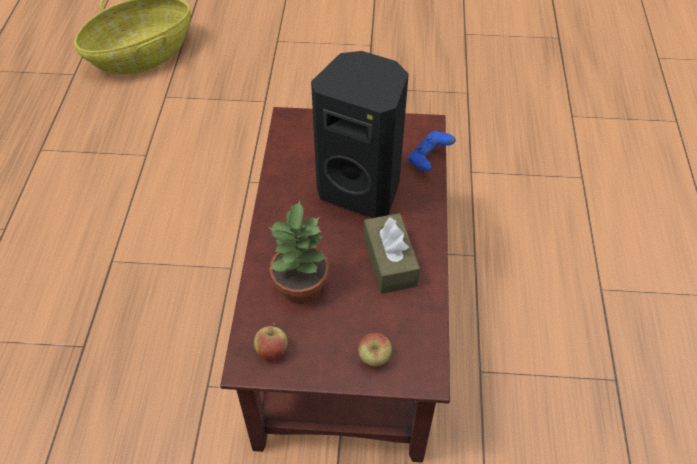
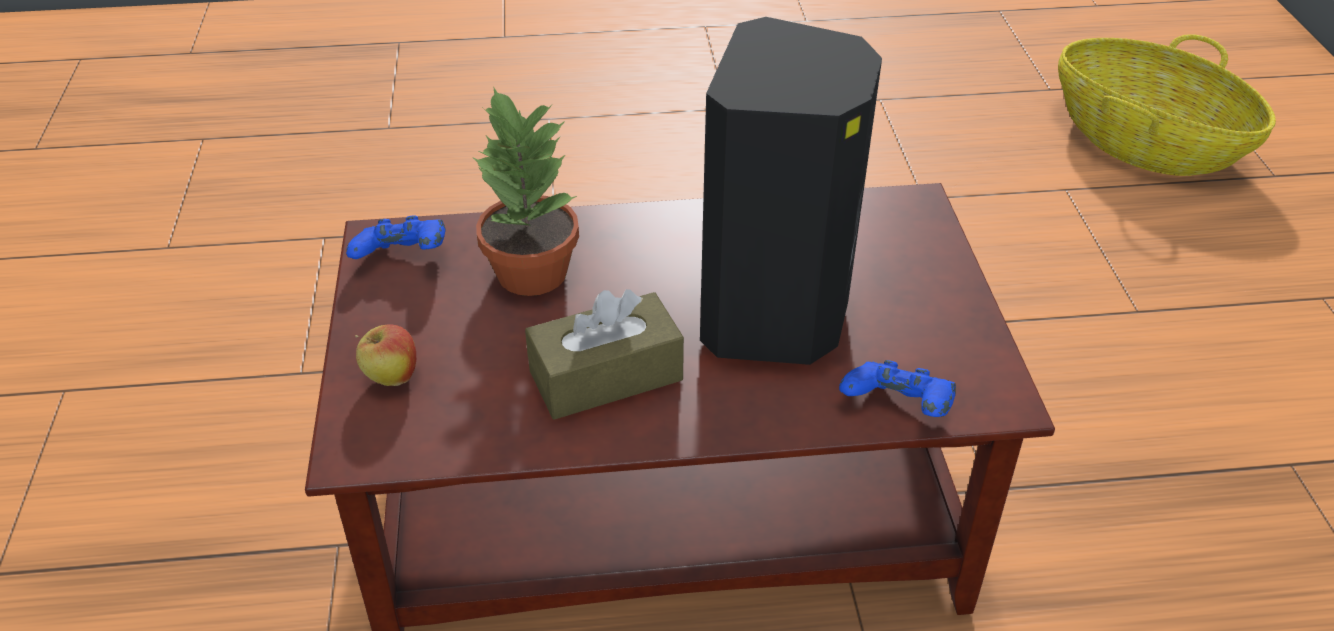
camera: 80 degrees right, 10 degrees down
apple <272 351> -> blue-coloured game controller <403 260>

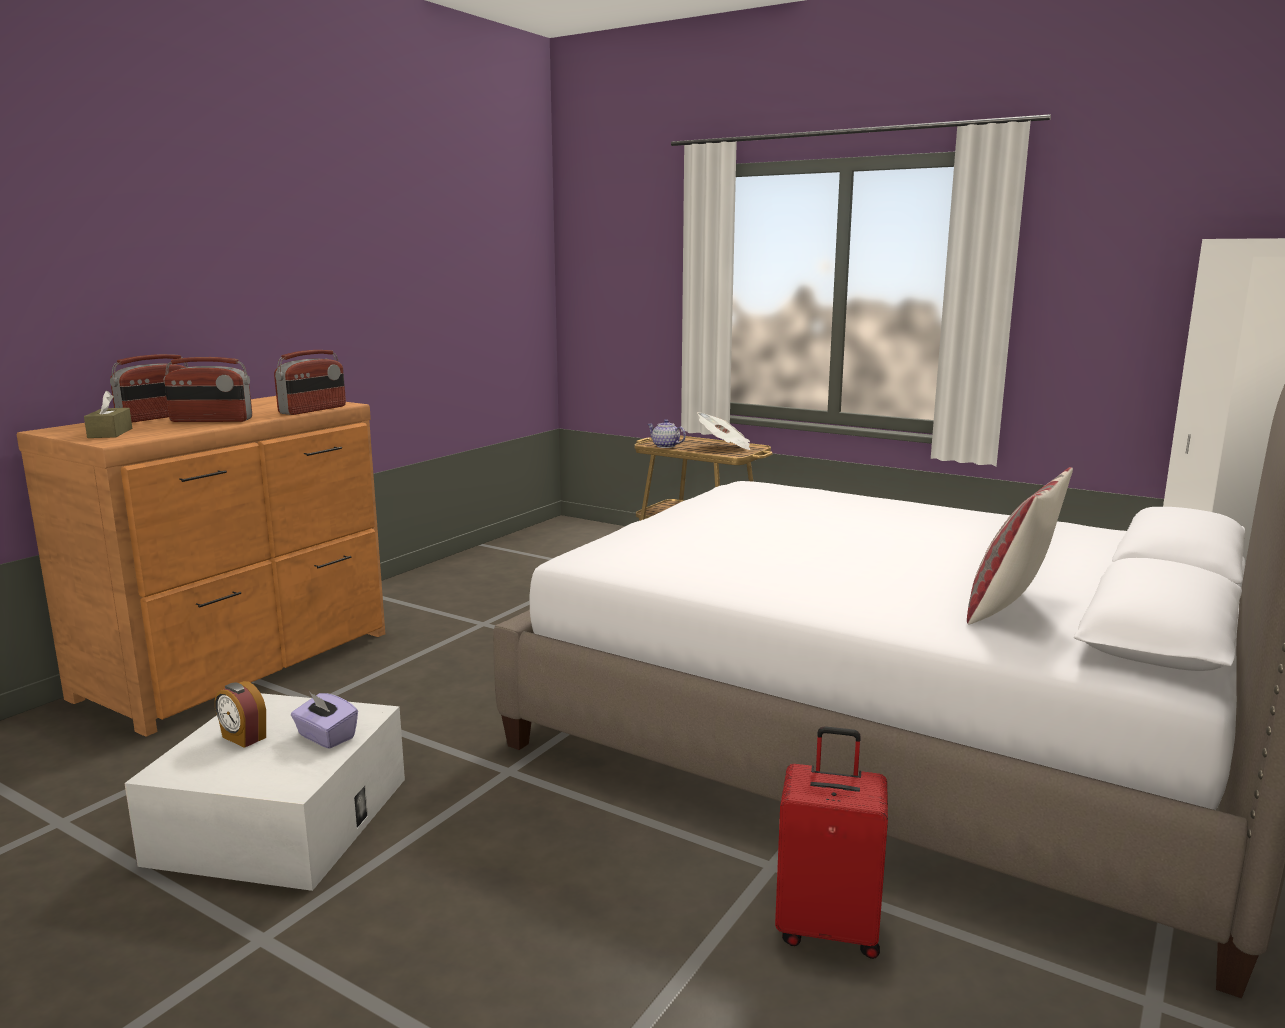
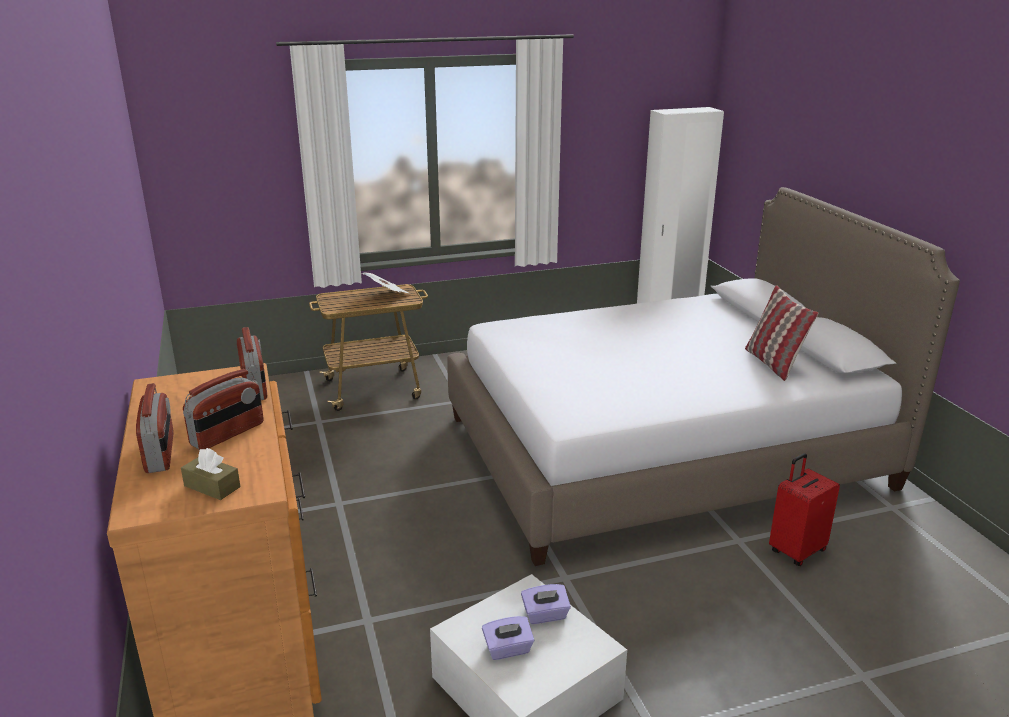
camera: 50 degrees left, 10 degrees up
tea pot <666 446> -> none
bedside clock <243 738> -> purplish tissue holder <508 649>

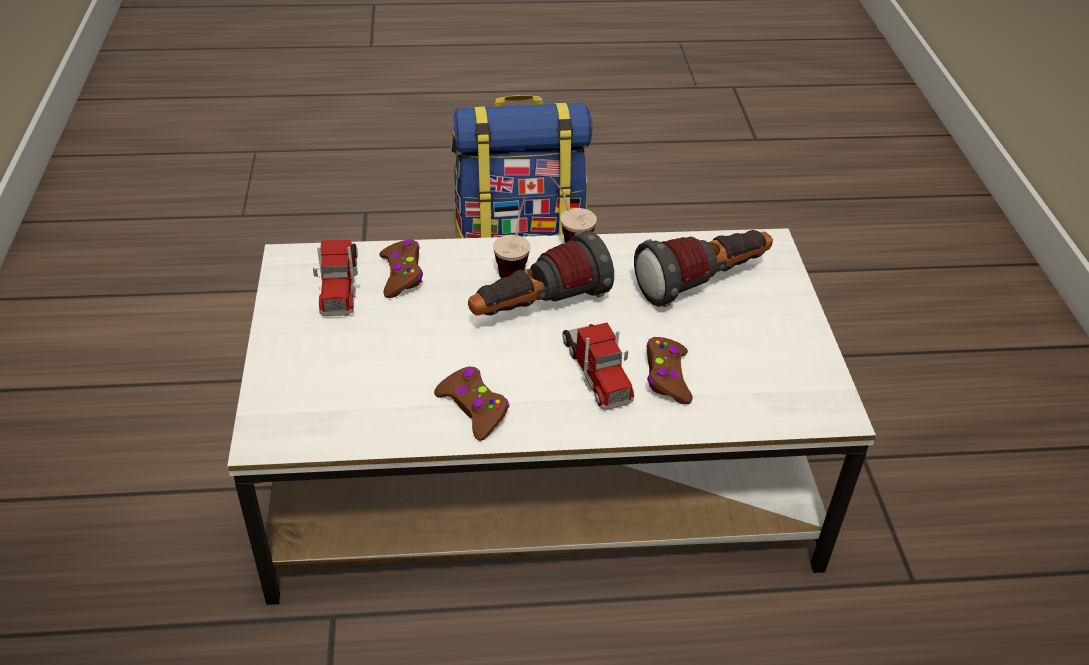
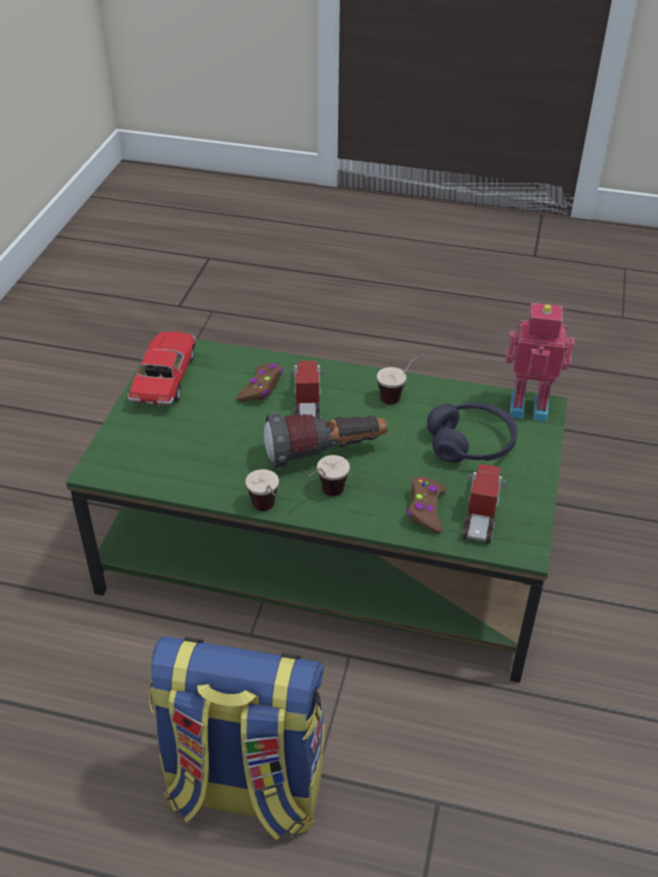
camera: 160 degrees left, 0 degrees up
white lounge table <543 470> -> green-coloured lounge table <324 549>
flashlight <703 284> -> none
brown-coloured game controller <473 409> -> small cup <401 396>
none -> model robot <529 406>
none -> model car <165 377>
none -> purplish pair of headphones <471 444>

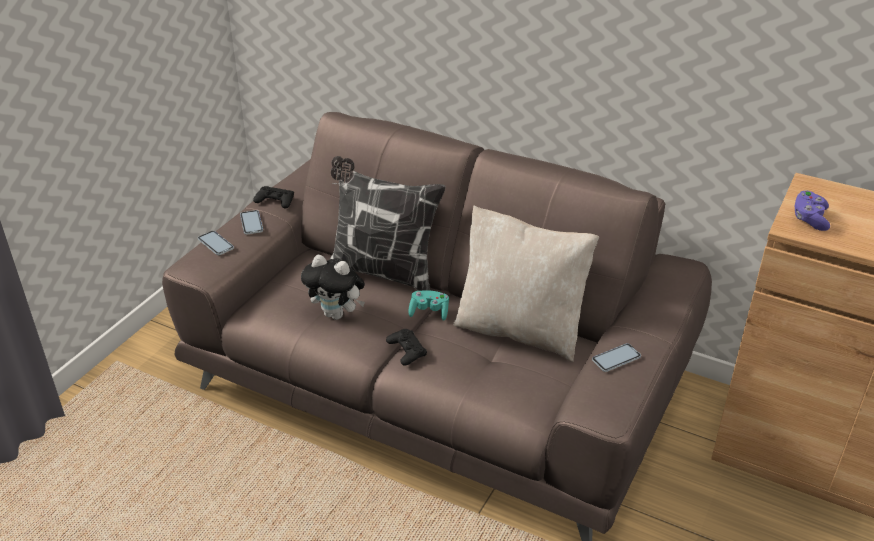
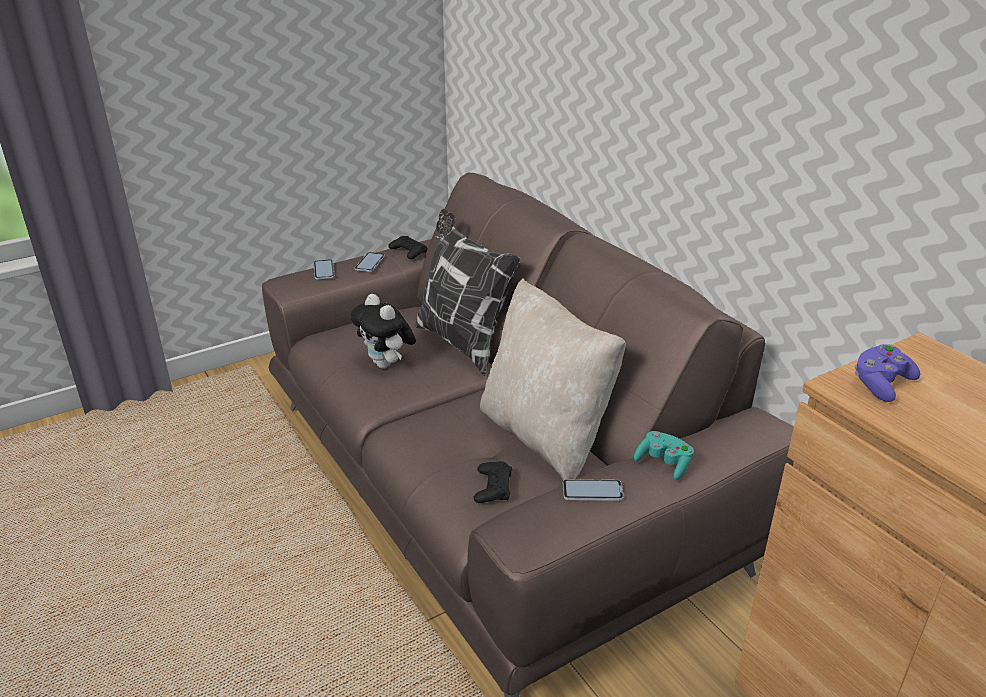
camera: 30 degrees right, 5 degrees down
blue-green game controller <429 312> -> blue-green game controller <664 464>, shifted
blackish game controller <406 350> -> blackish game controller <493 487>, shifted

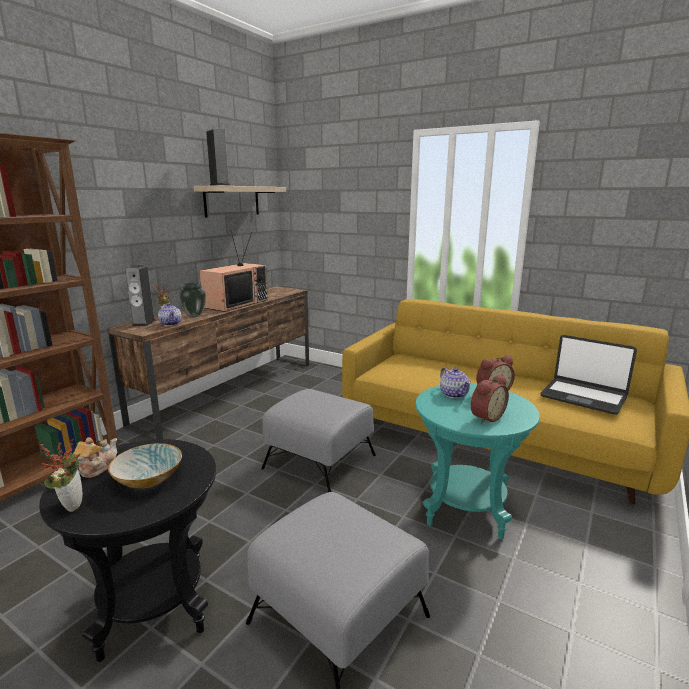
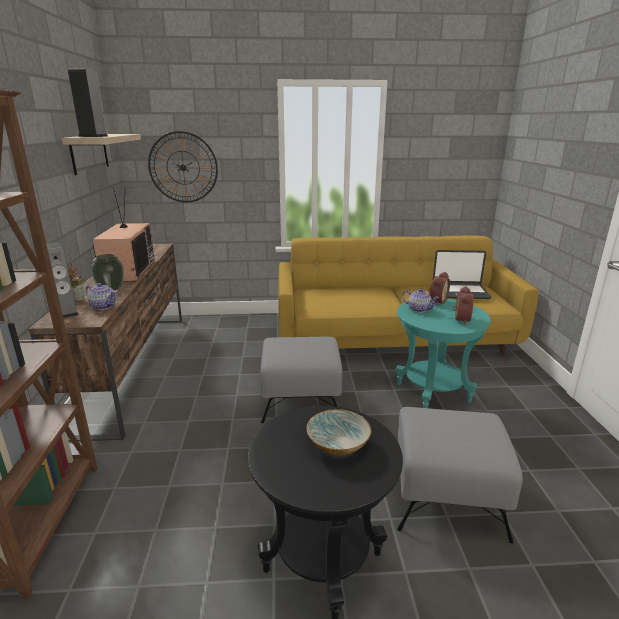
camera: 35 degrees left, 5 degrees up
tea pot <97 468> -> none
houseplant <70 504> -> none
none -> hanging clock <183 167>

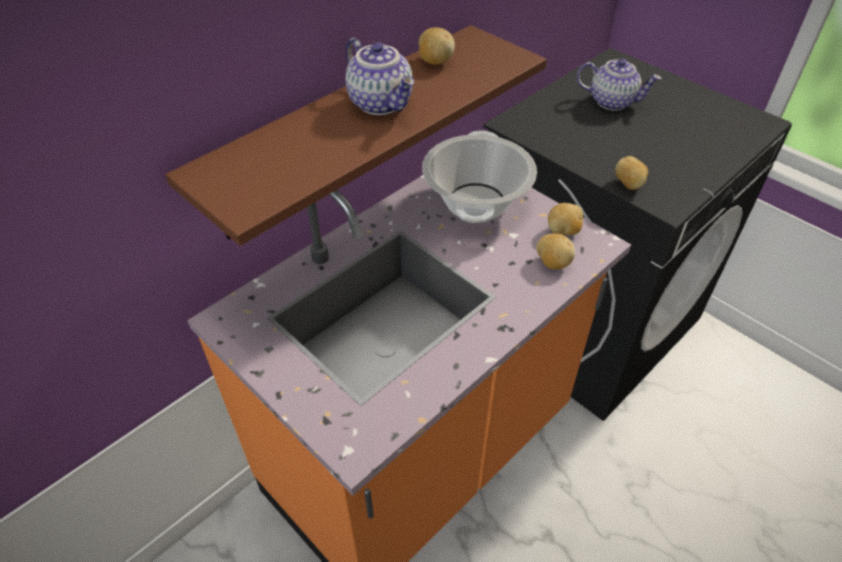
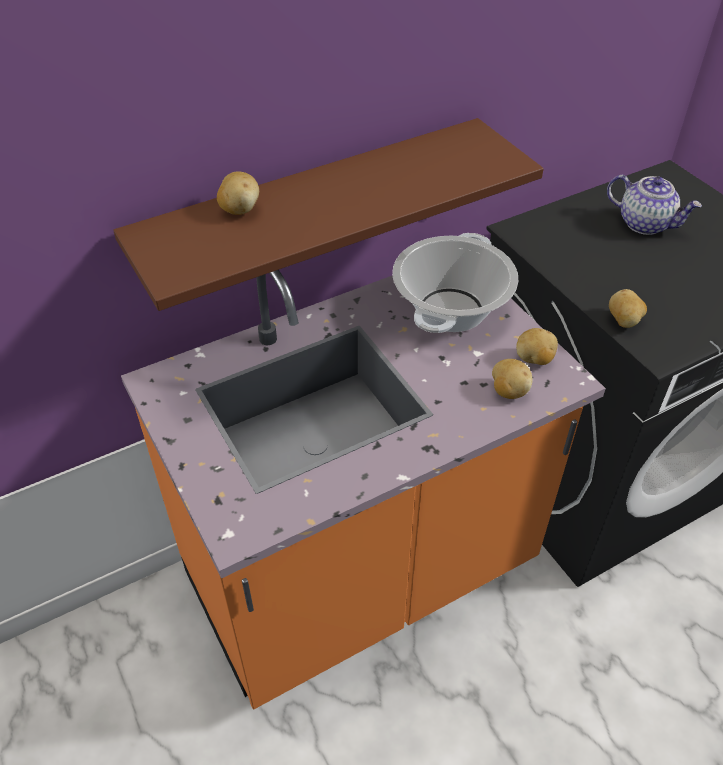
camera: 15 degrees right, 0 degrees up
potato <435 61> -> potato <239 209>, shifted
tea pot <382 103> -> none

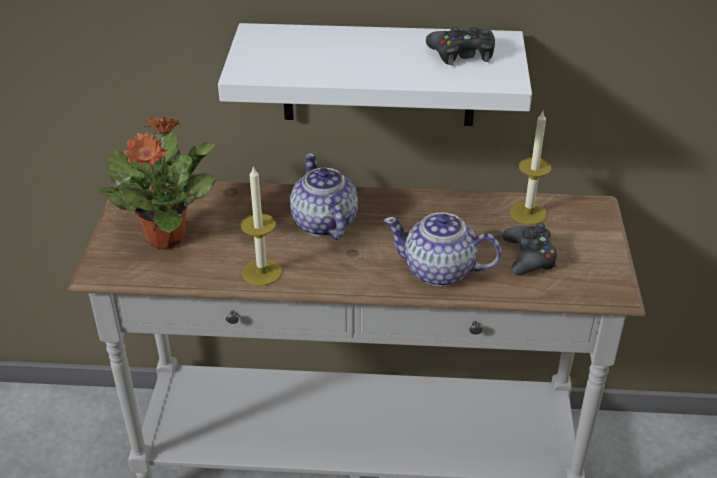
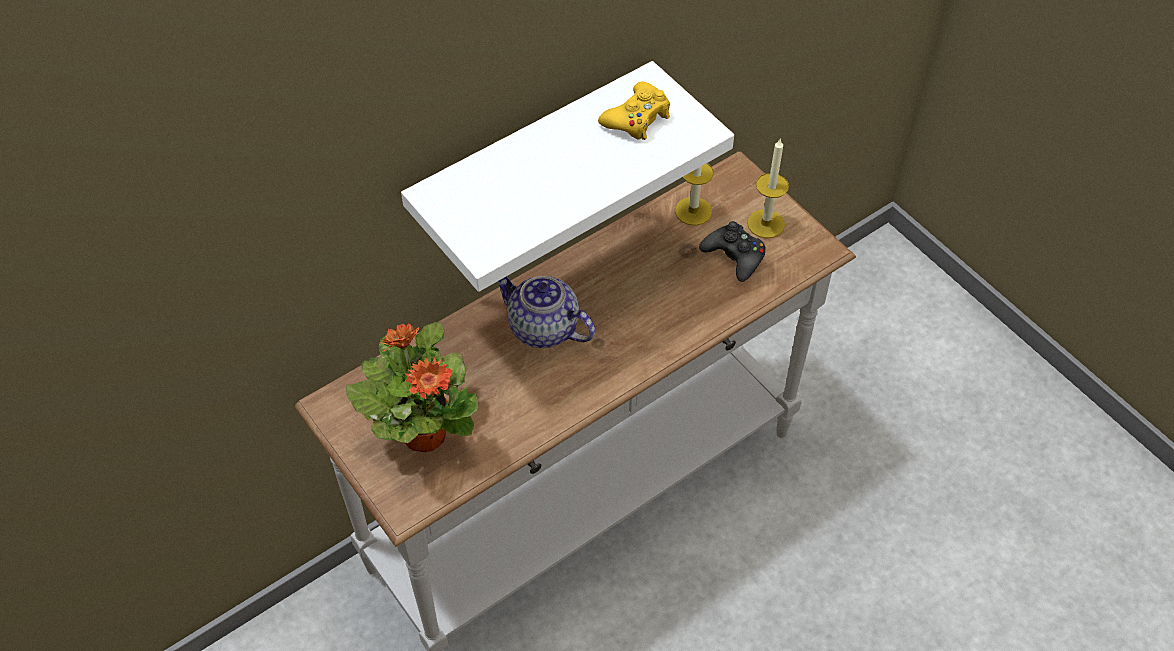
camera: 40 degrees left, 15 degrees up
blackish game controller <462 54> -> yellowish game controller <637 118>
candle <262 272> -> candle <766 223>, shifted
tea pot <440 271> -> none

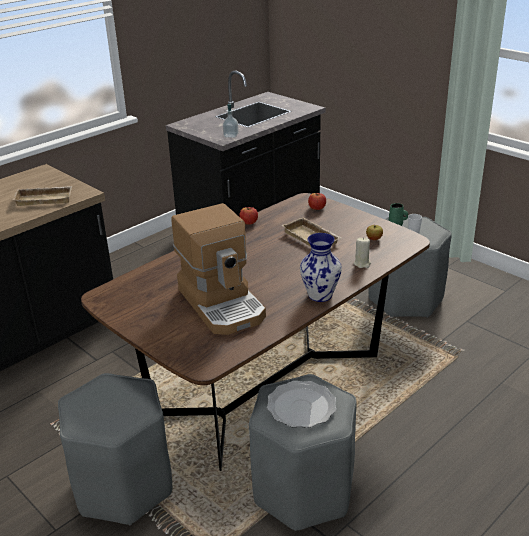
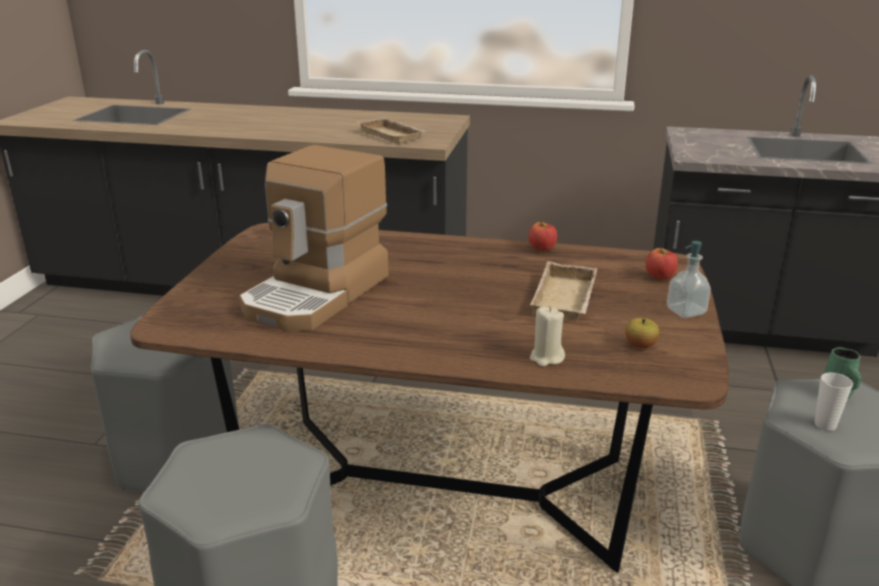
camera: 55 degrees right, 5 degrees down
liquid soap bottle <231 136> -> liquid soap bottle <686 311>, shifted
flower vase <320 295> -> none
dinner plate <301 406> -> none

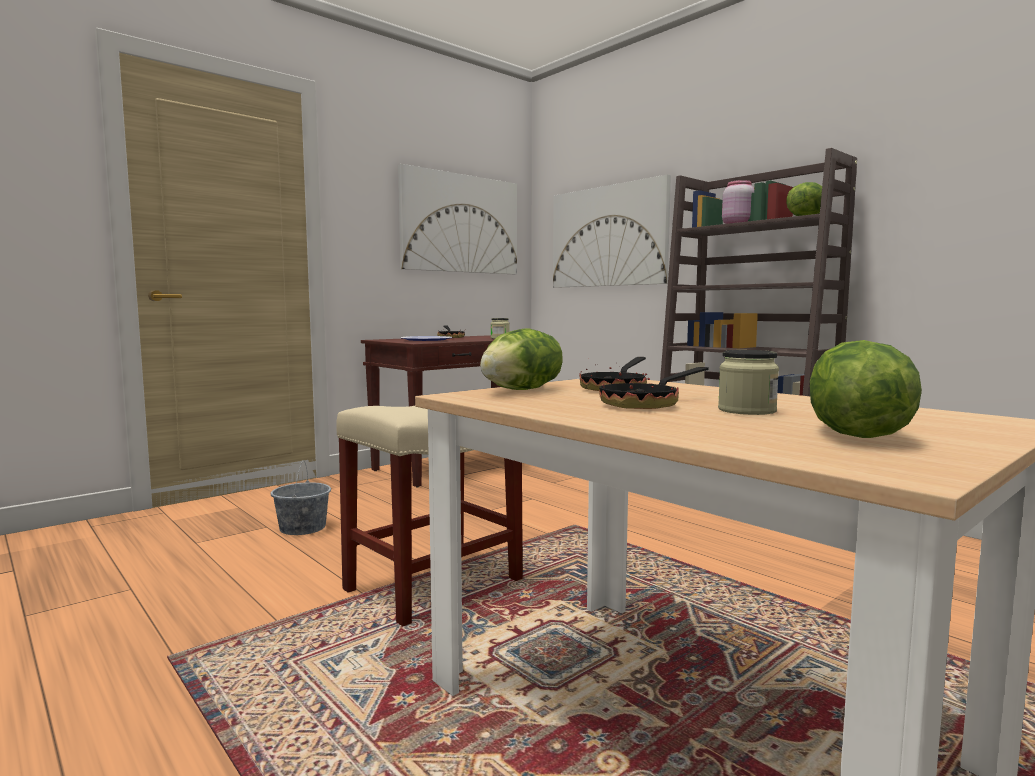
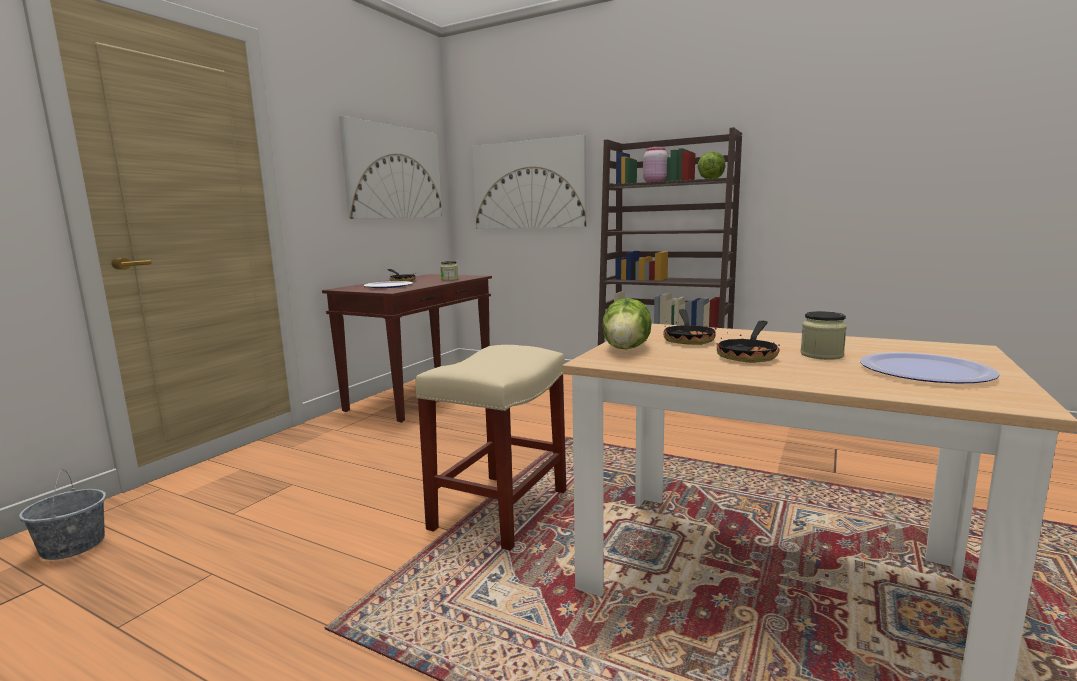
camera: 20 degrees left, 5 degrees up
lettuce head <852 433> -> dinner plate <925 371>
greyish water bucket <303 528> -> greyish water bucket <73 545>, shifted

